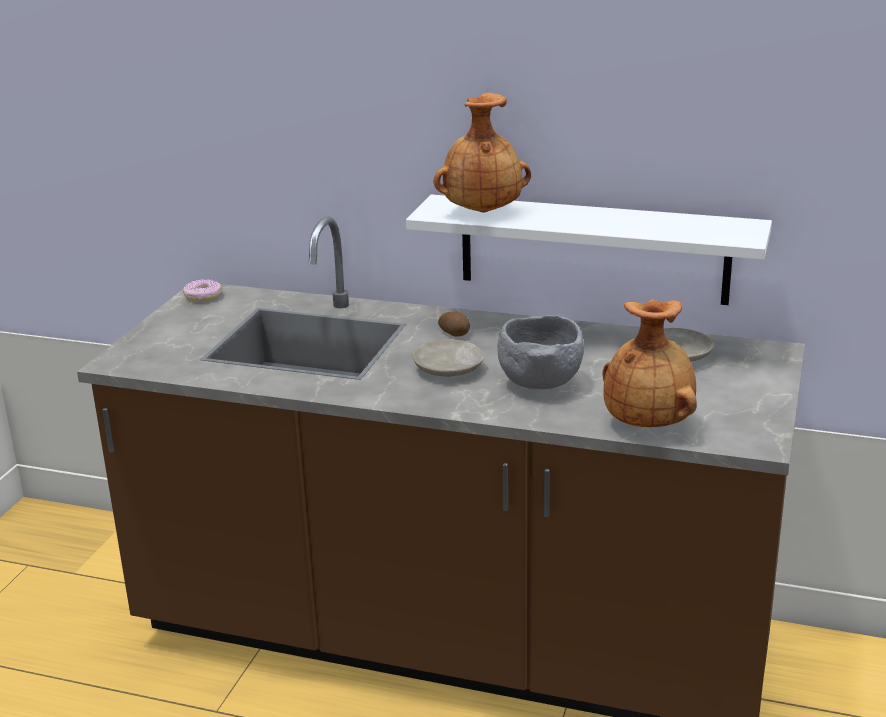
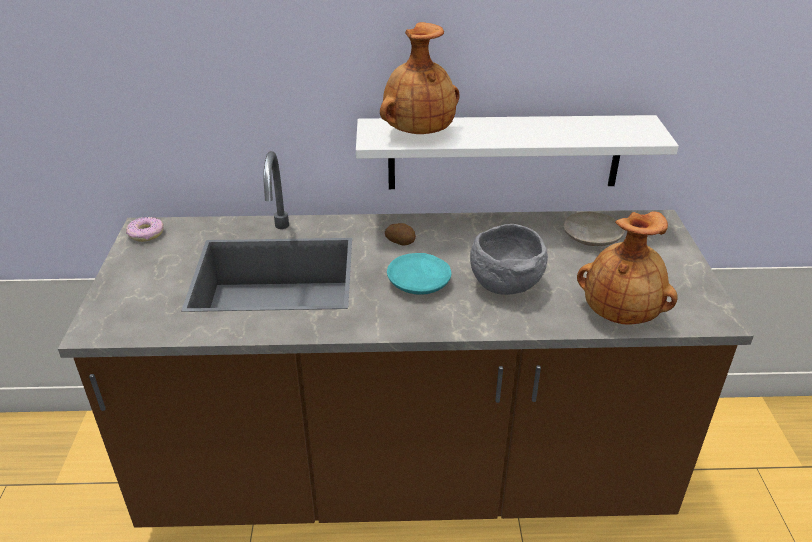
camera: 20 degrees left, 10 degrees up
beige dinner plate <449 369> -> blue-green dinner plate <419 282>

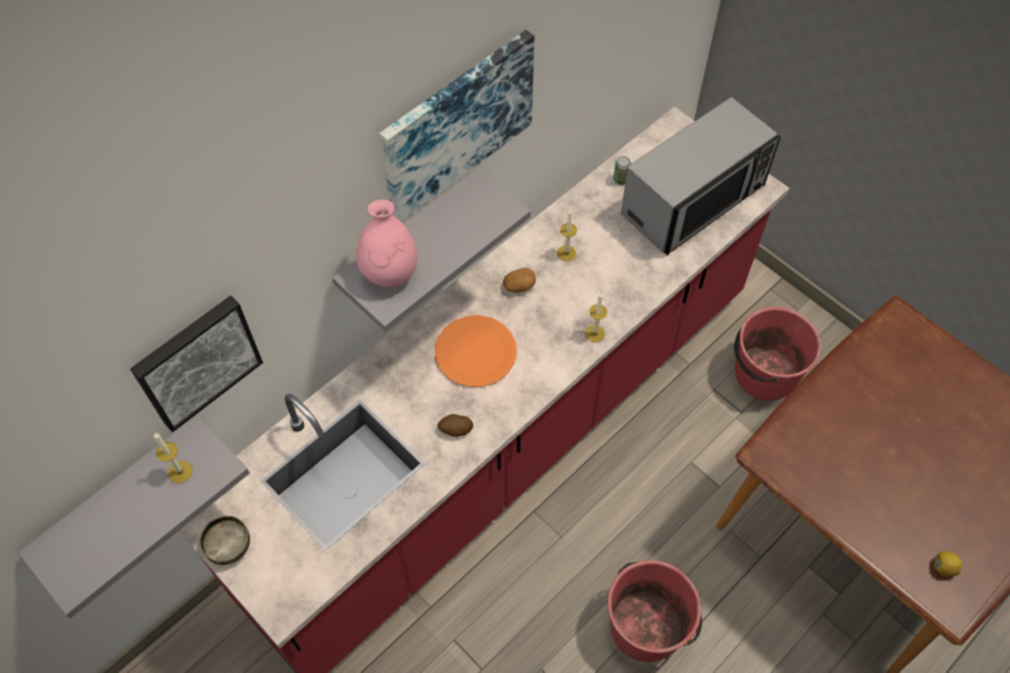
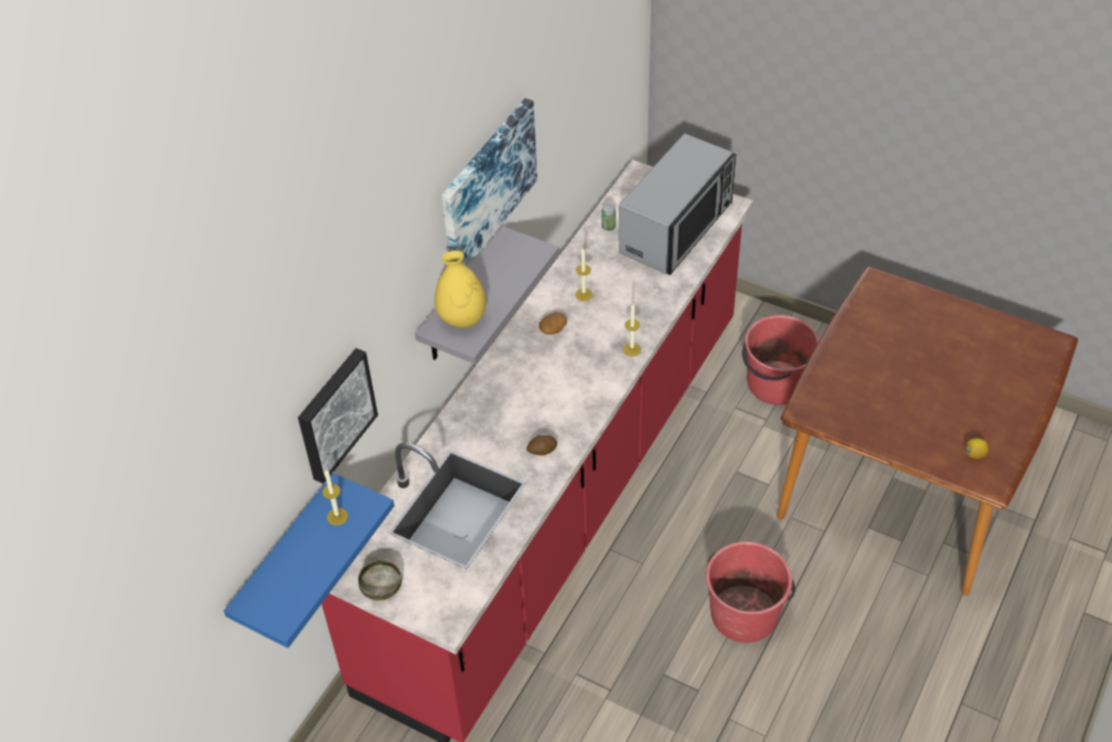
camera: 15 degrees left, 10 degrees down
pink-coloured flower vase <390 273> -> yellowish flower vase <462 319>
orangey dinner plate <475 352> -> none
greyish shelf <122 495> -> blue-coloured shelf <285 558>

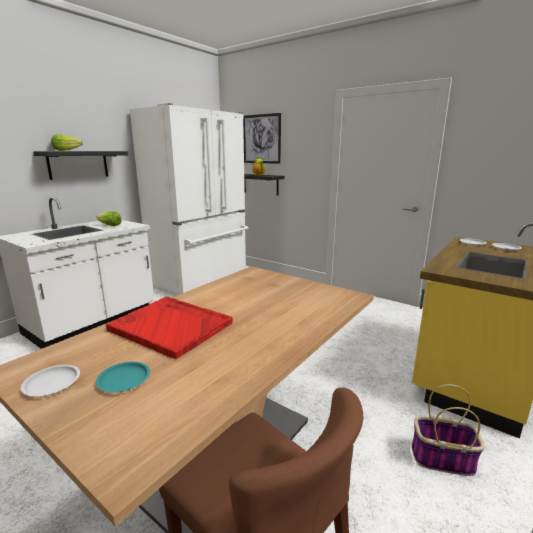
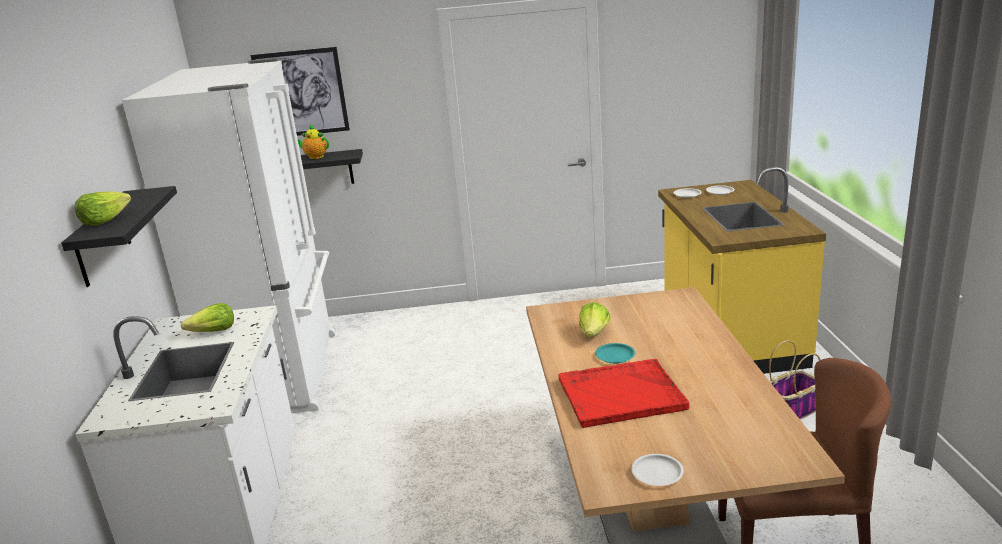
camera: 40 degrees left, 5 degrees up
blue-green dinner plate <123 380> -> blue-green dinner plate <615 356>, shifted
none -> lettuce head <594 333>

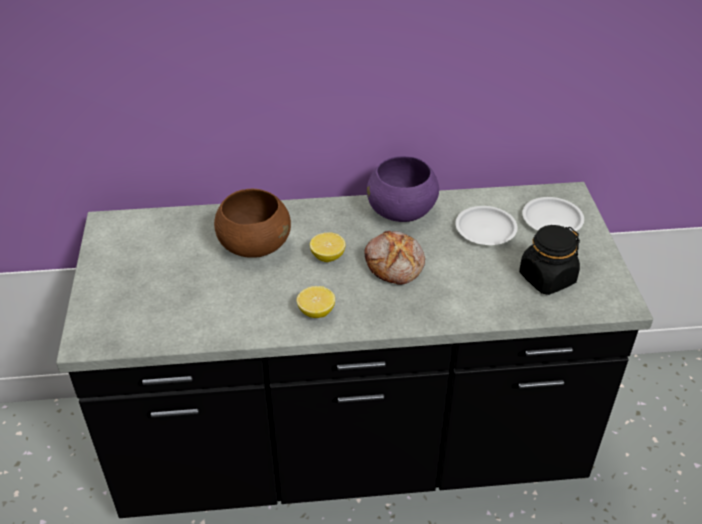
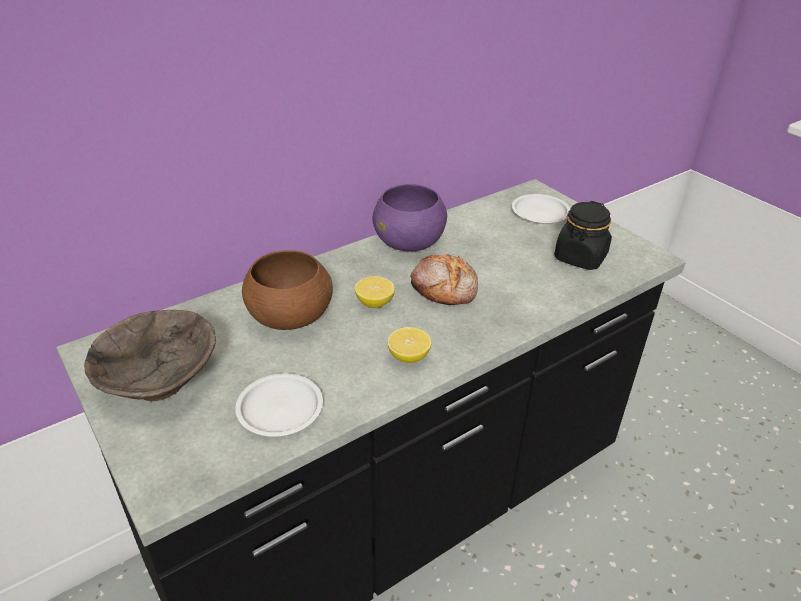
camera: 30 degrees left, 5 degrees down
white dinner plate <485 230> -> white dinner plate <280 410>, shifted
none -> brown-coloured bowl <159 380>

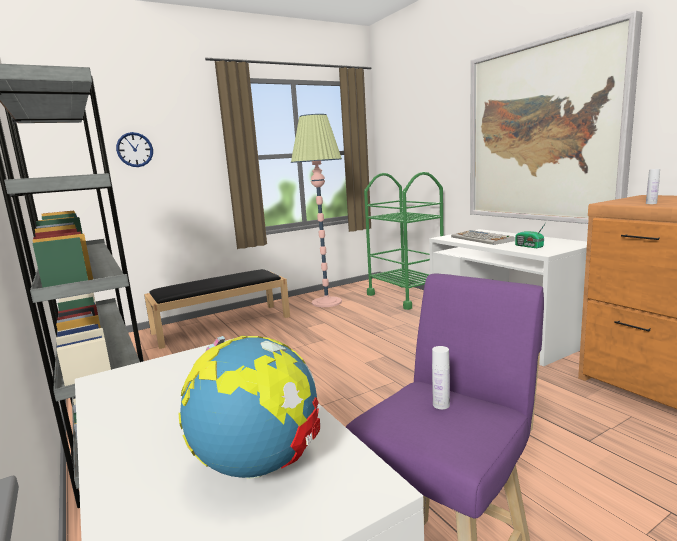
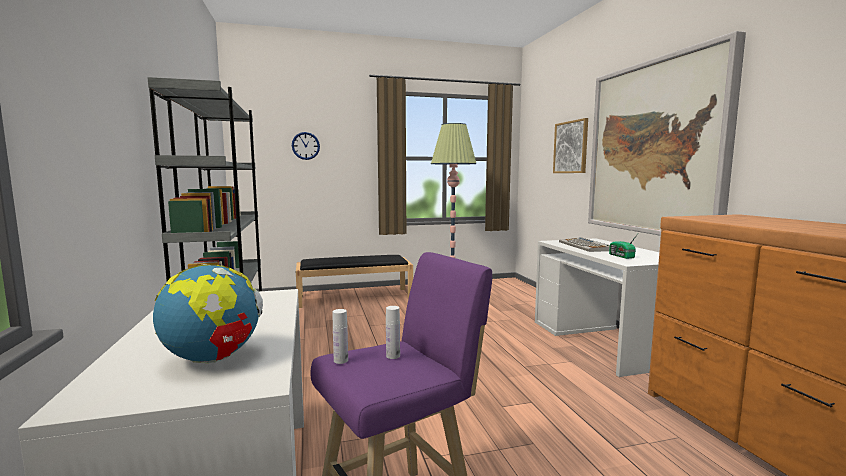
camera: 15 degrees right, 5 degrees down
white beverage bottle <651 203> -> white beverage bottle <341 360>, shifted
green-coloured trolley <405 296> -> none
none -> wall art <571 147>

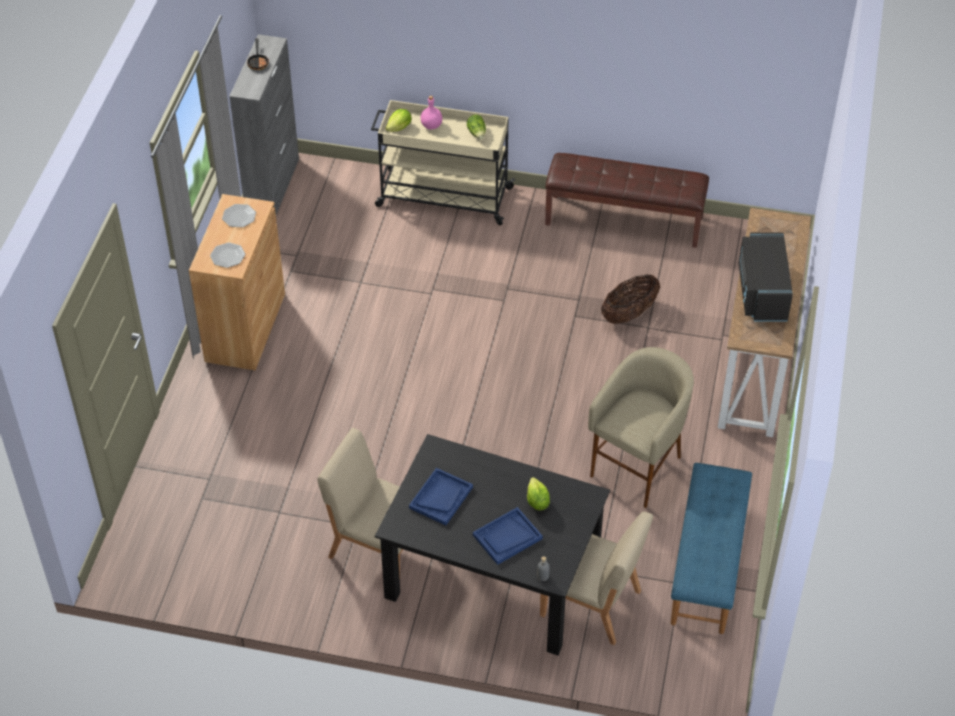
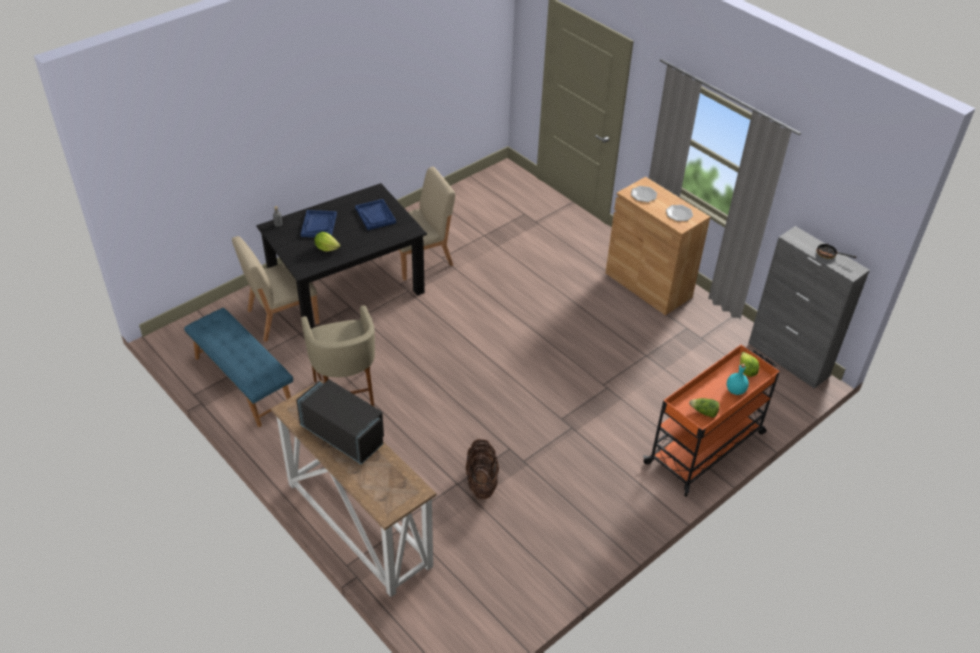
camera: 125 degrees right, 5 degrees down
pink-coloured beverage bottle <431 125> -> blue-green beverage bottle <736 390>
beige trolley <442 197> -> orangey trolley <706 447>
brown-coloured long seat <624 220> -> none

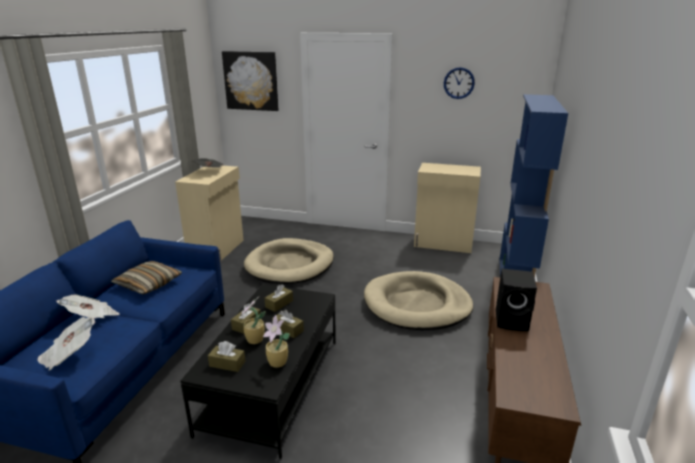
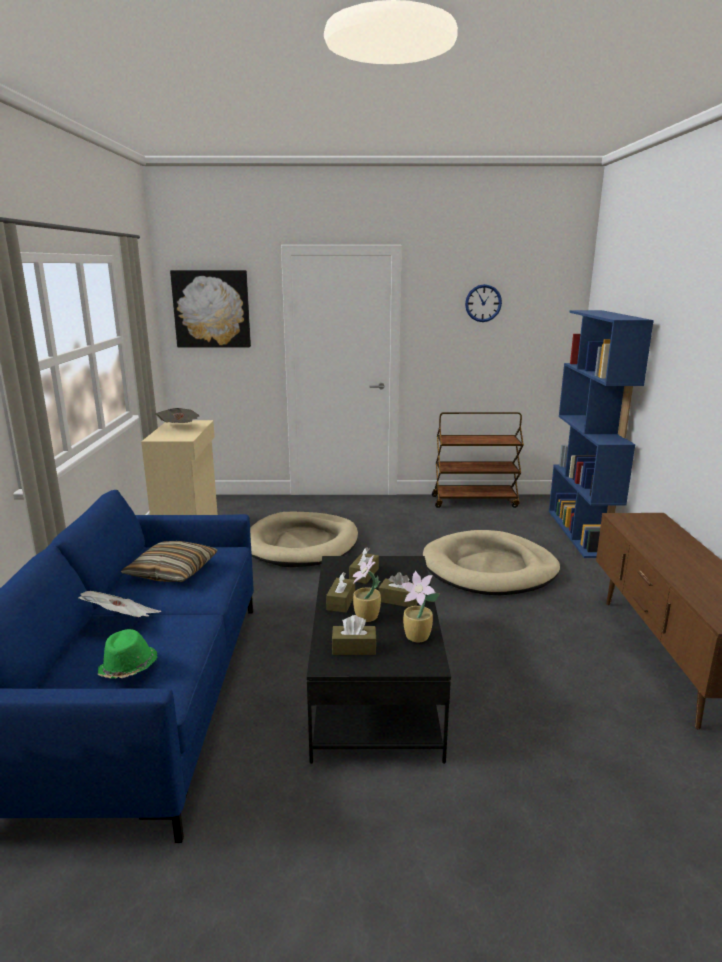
camera: 15 degrees left, 5 degrees down
beige cupboard <443 244> -> brown-coloured trolley <475 501>
blackish audio speaker <513 321> -> none
daily paper <69 355> -> green-coloured hat <128 668>

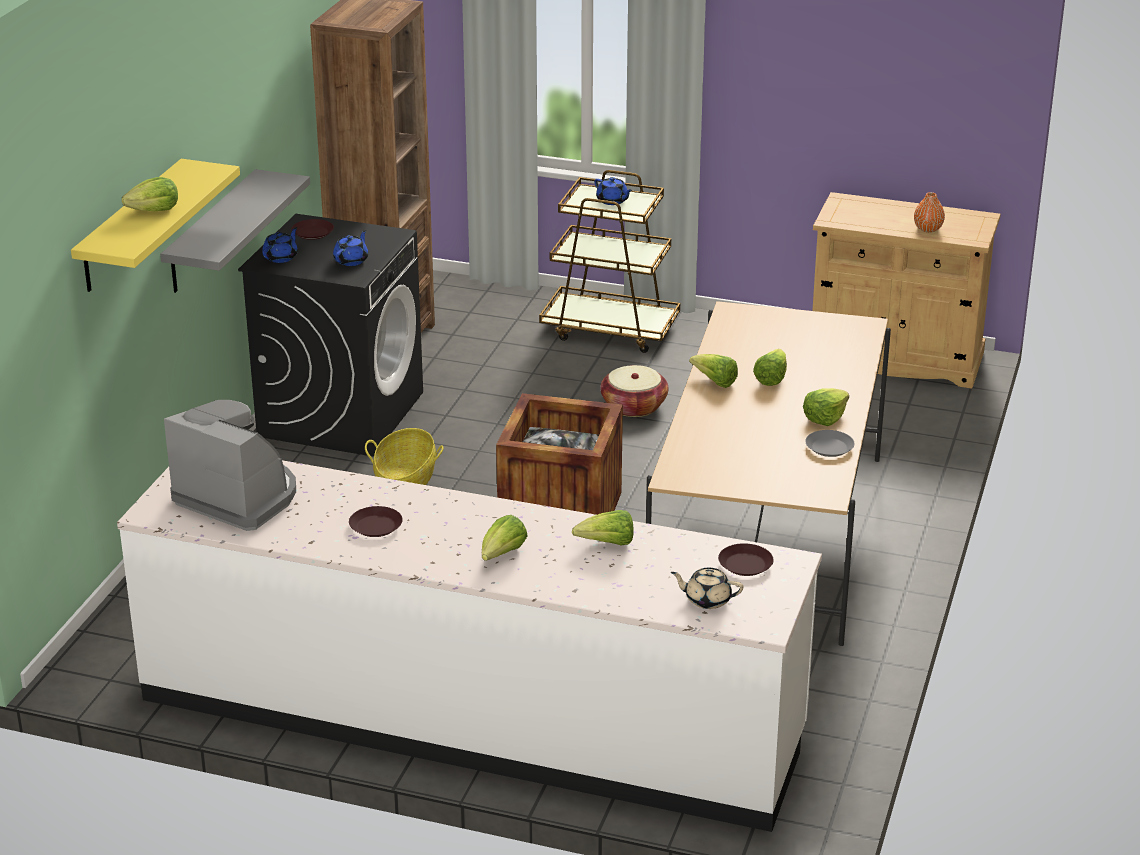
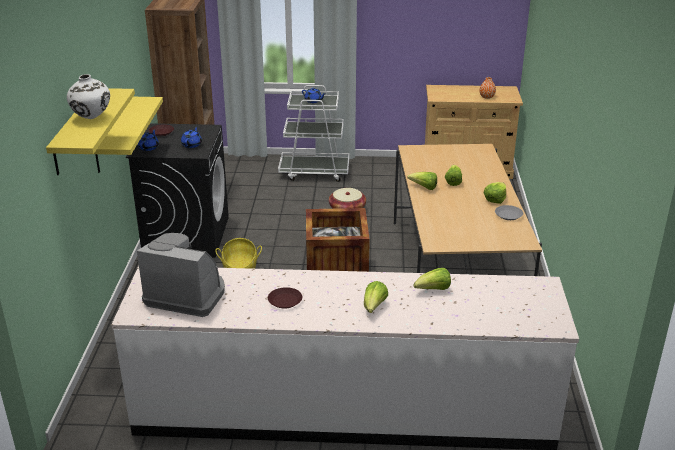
camera: 15 degrees left, 0 degrees up
greyish shelf <211 232> -> yellowish shelf <111 135>
brown-coloured trolley <610 329> -> white trolley <314 172>
lettuce head <154 210> -> white flower vase <92 118>
brown-coloured dinner plate <744 564> -> none
beige tea pot <707 599> -> none

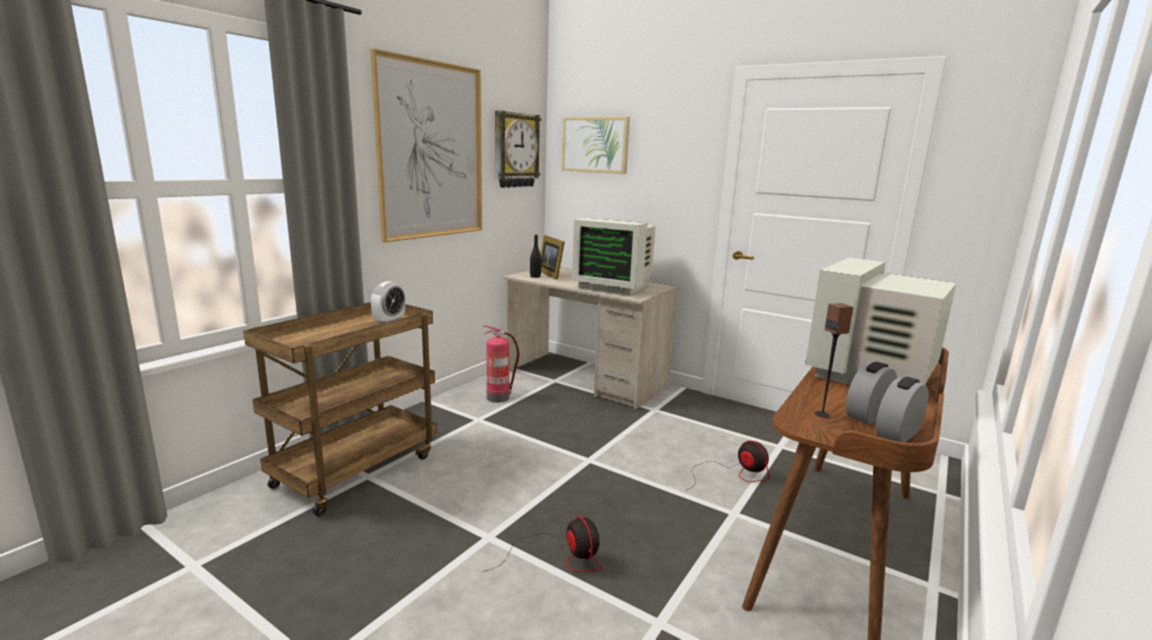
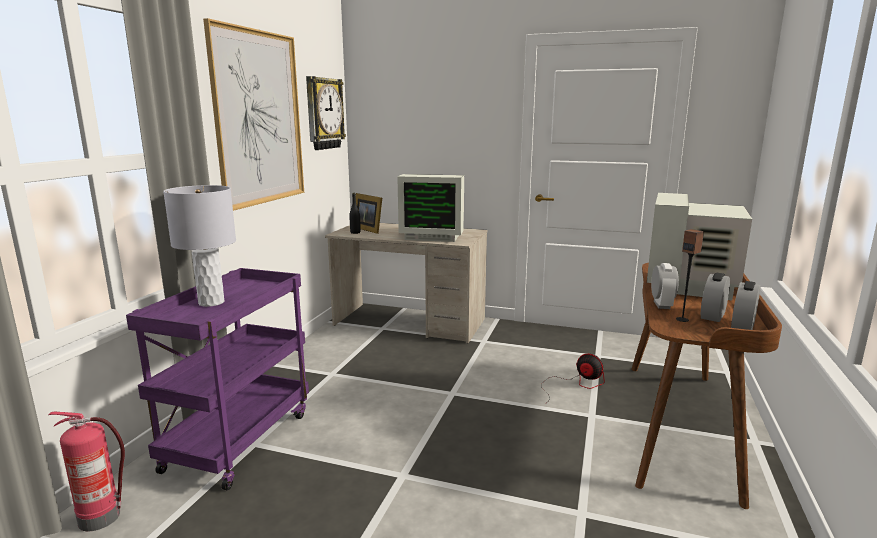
camera: 15 degrees left, 0 degrees up
wall art <595 145> -> none
bedside clock <389 321> -> bedside clock <661 305>, shifted
brown-coloured trolley <356 469> -> purplish trolley <239 439>
fire extinguisher <499 397> -> fire extinguisher <102 517>, shifted
cooling fan <561 557> -> none
none -> greyish tabletop lamp <211 302>

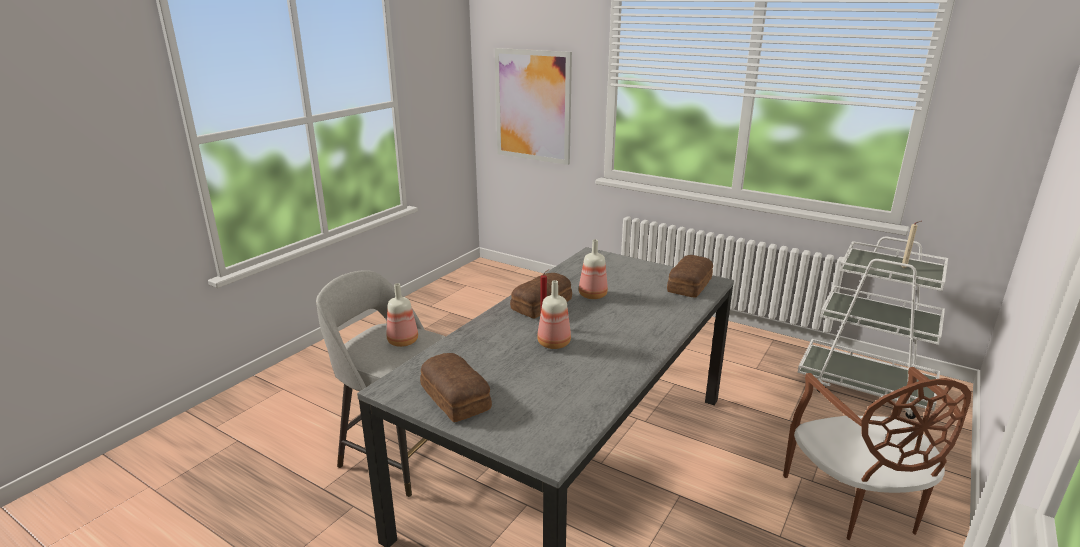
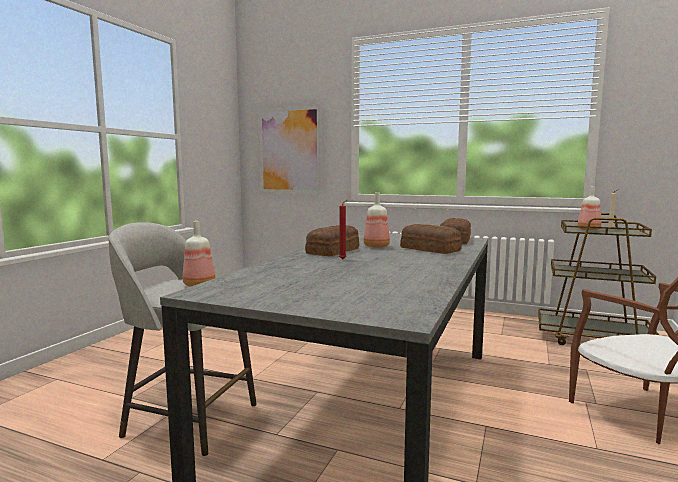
camera: 10 degrees left, 15 degrees down
white trolley <865 387> -> brown-coloured trolley <593 339>
beverage bottle <552 343> -> beverage bottle <588 229>, shifted
bread <456 396> -> bread <429 249>, shifted

